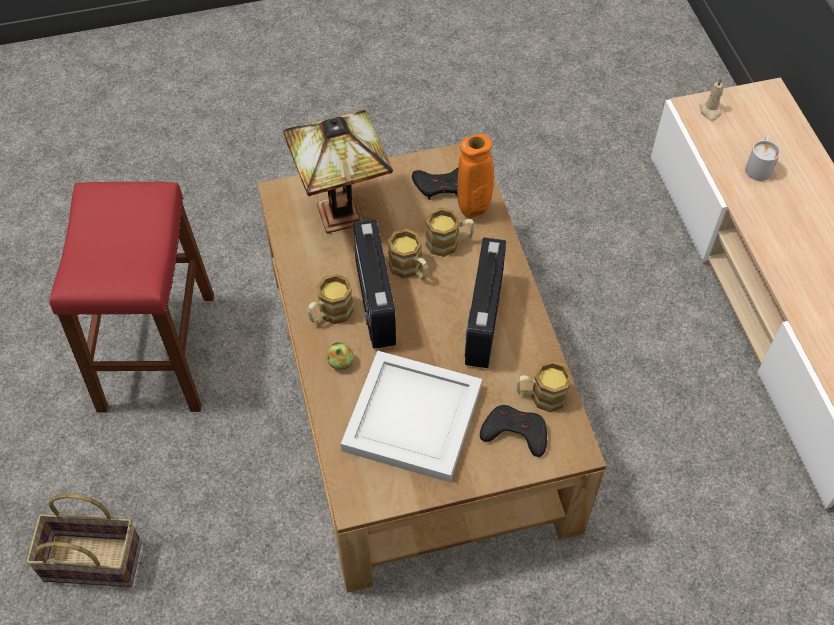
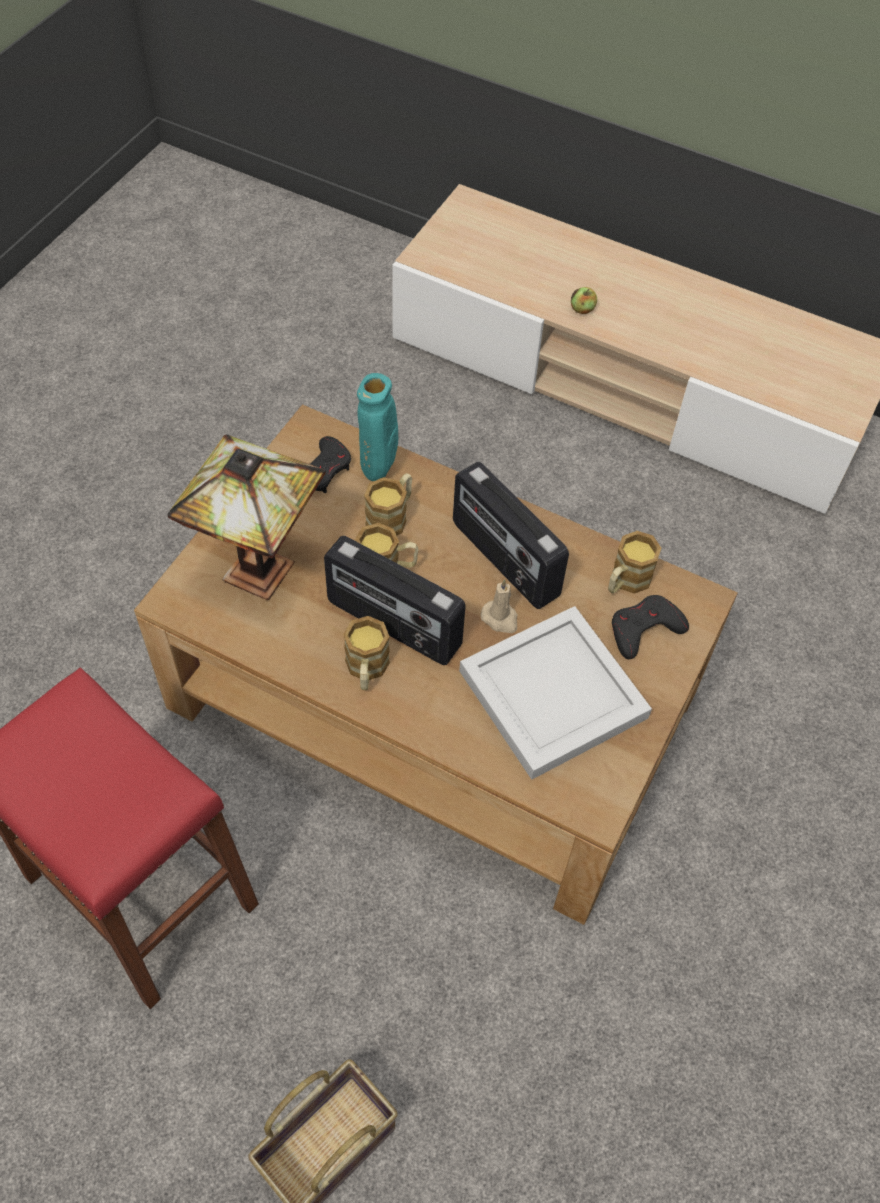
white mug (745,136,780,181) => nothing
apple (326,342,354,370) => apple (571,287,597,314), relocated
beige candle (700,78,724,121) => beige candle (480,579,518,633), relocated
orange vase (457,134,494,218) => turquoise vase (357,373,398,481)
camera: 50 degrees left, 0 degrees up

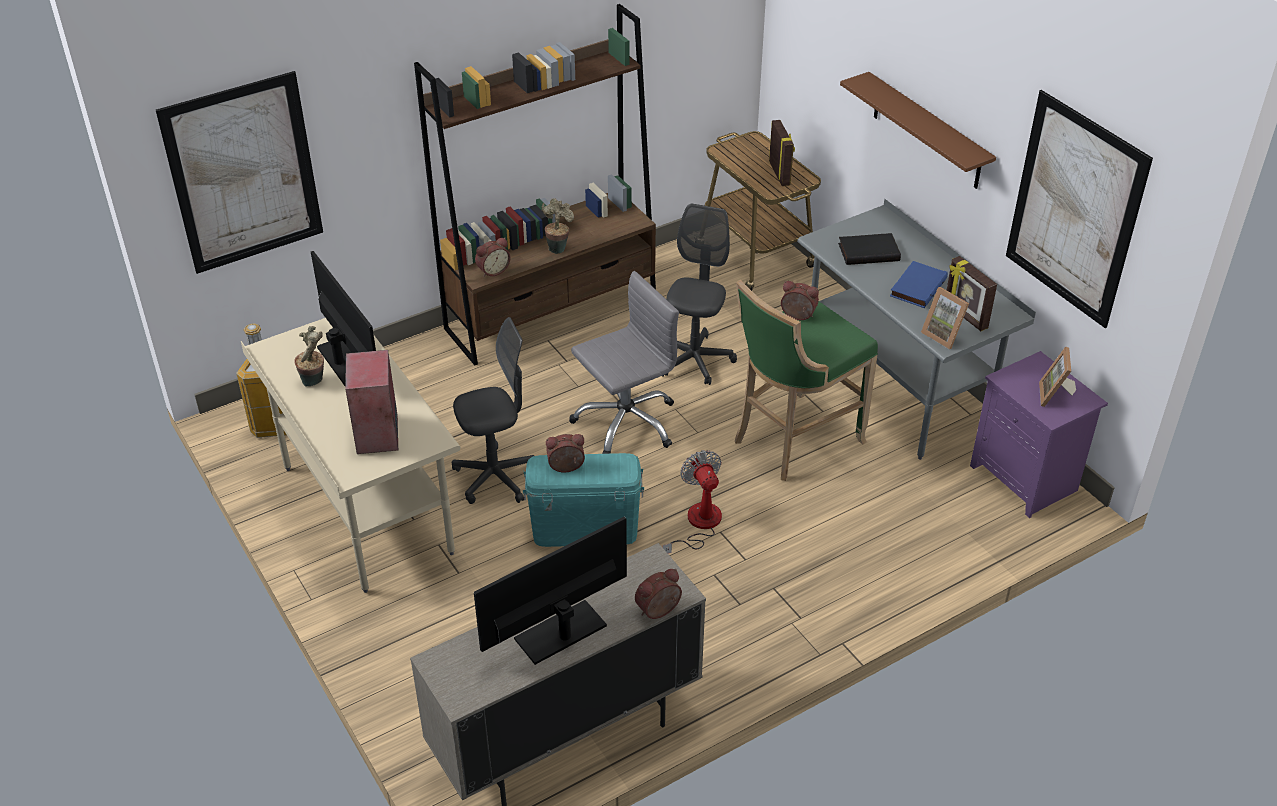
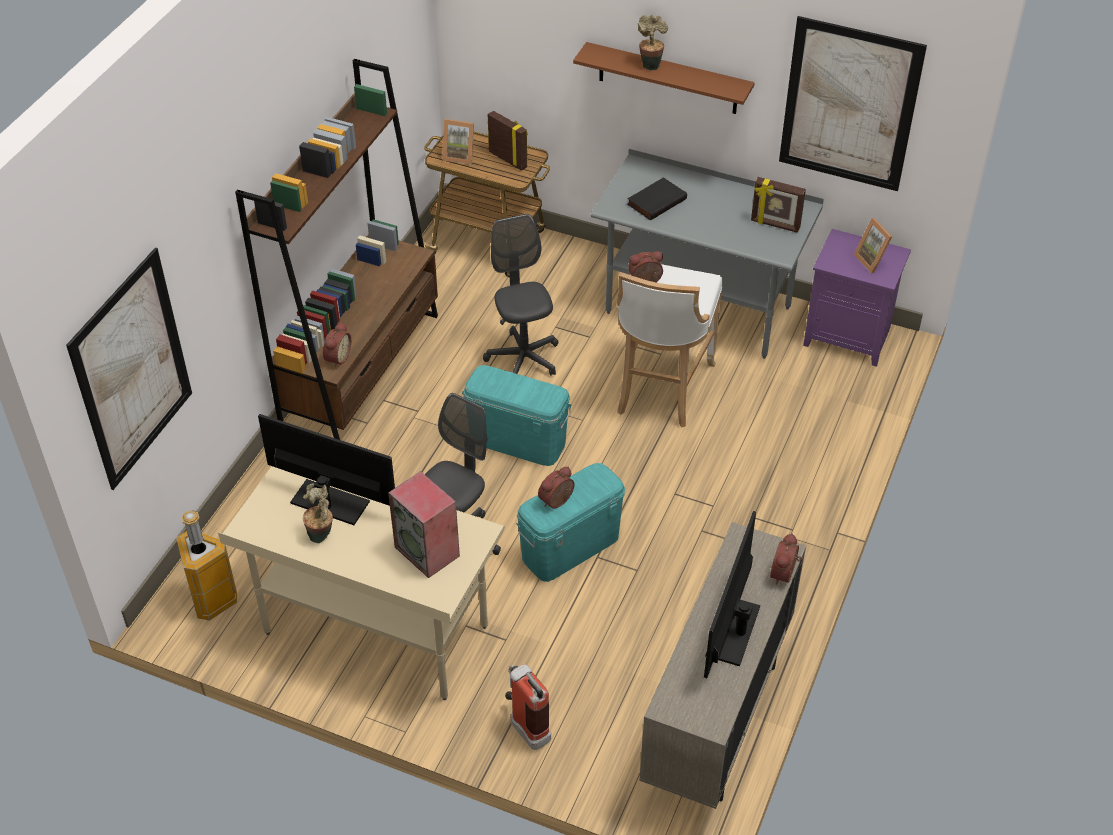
fan (663,450,722,554) => nothing
blue book (890,261,948,308) => nothing
nothing => fire extinguisher (505,664,551,750)
potted plant (542,198,574,254) => potted plant (638,15,668,71), relocated
picture frame (921,287,969,349) => picture frame (442,119,474,165), relocated
grey office chair (569,271,679,454) => turquoise storage box (462,365,572,466)
green stool (735,280,878,481) => white stool (617,264,722,427)
camera: 35 degrees left, 5 degrees up

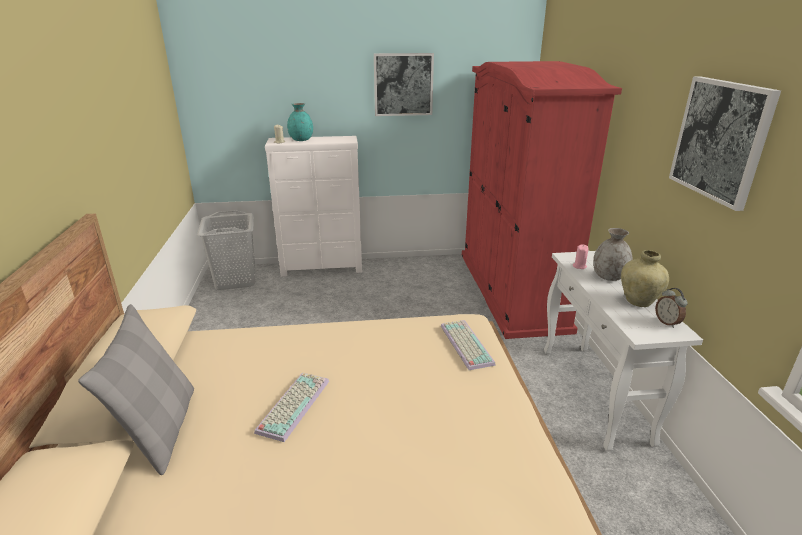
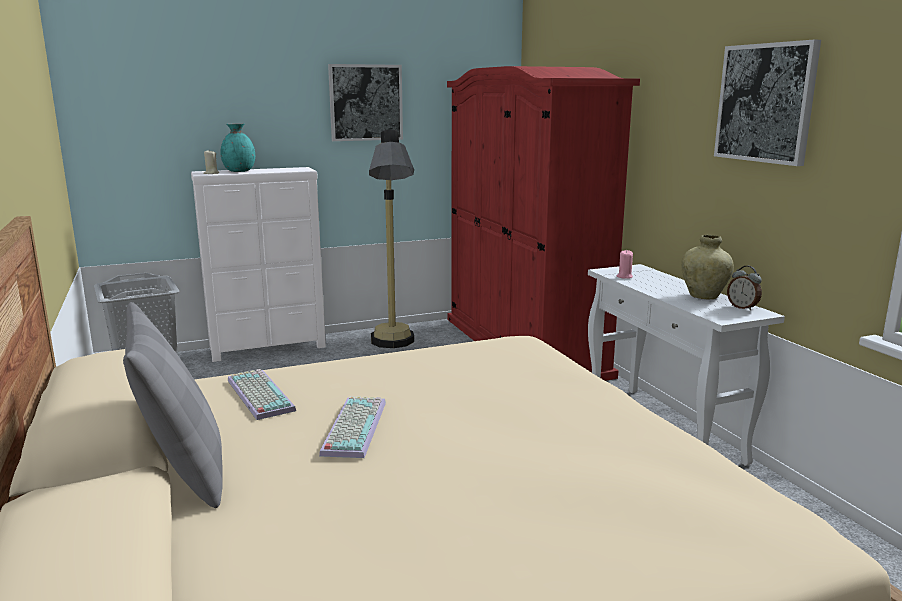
grey vase (593,228,632,281) => nothing
nothing => floor lamp (369,129,414,348)
keyboard (441,320,496,370) => keyboard (228,369,296,420), relocated
camera: 15 degrees left, 10 degrees down

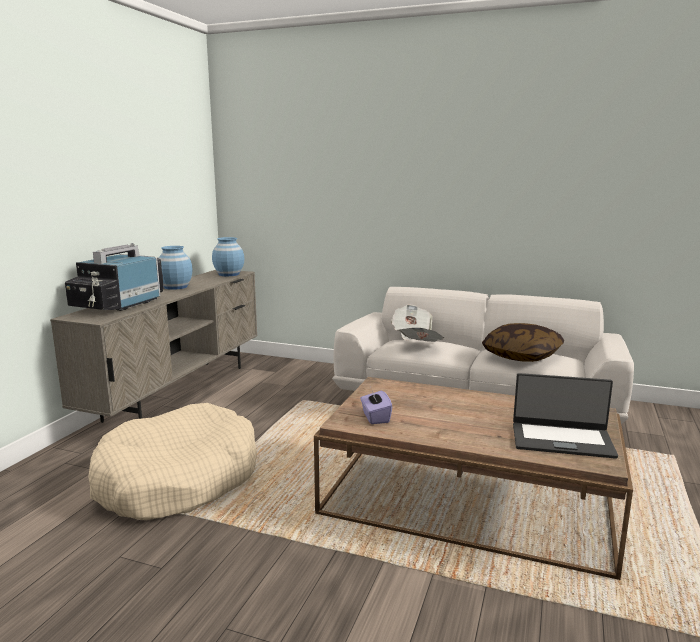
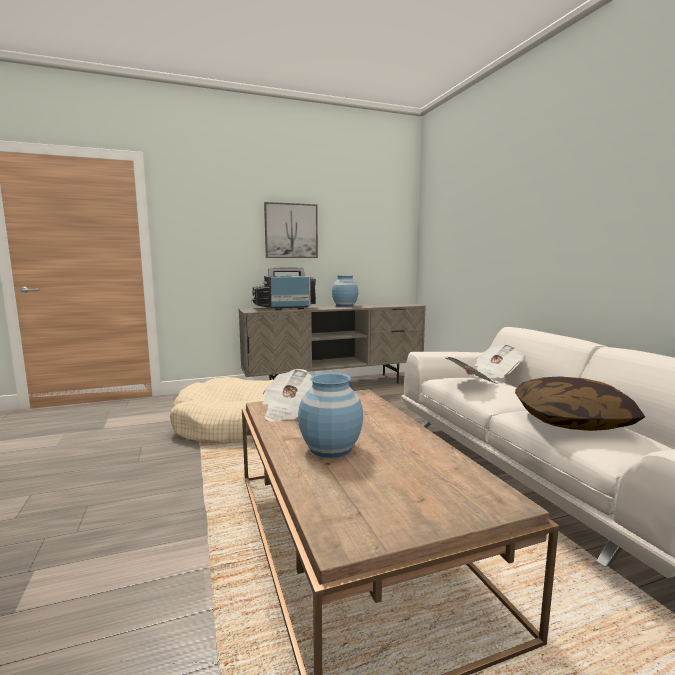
laptop (513,373,618,459) => nothing
nothing => picture (264,202,318,258)
blue vase (212,237,244,276) => blue vase (298,372,363,458), relocated
purple tissue box (360,391,392,424) => newspaper (262,369,313,422)
camera: 50 degrees right, 5 degrees down

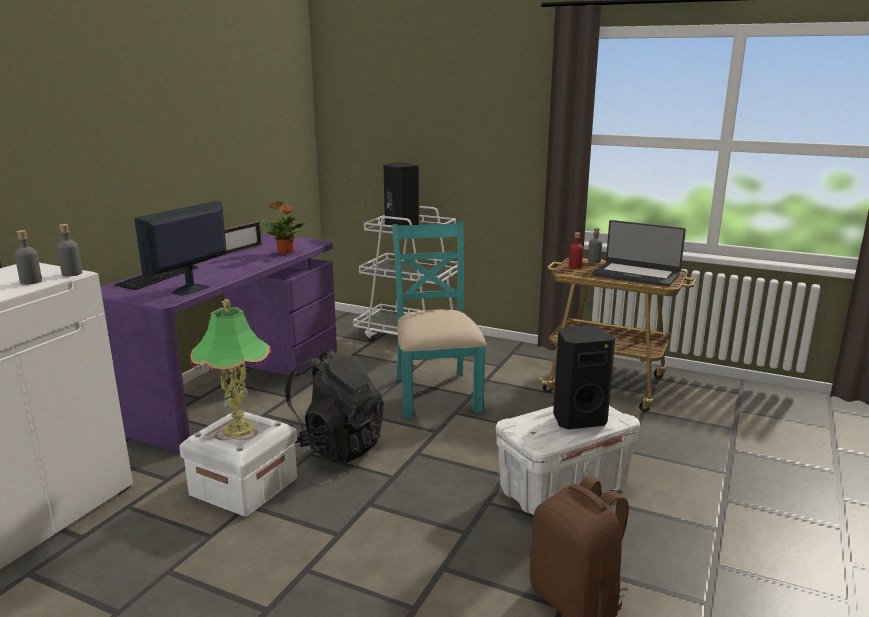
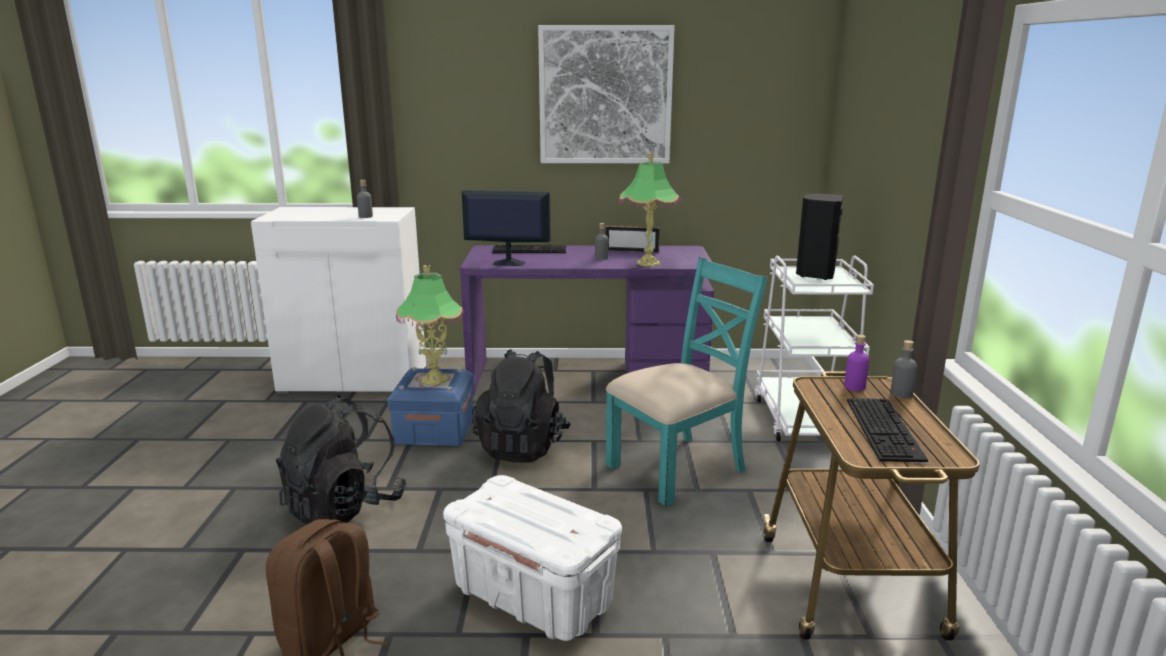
black speaker (553,325,615,430) => nothing
nothing => black backpack (276,395,407,525)
nothing => picture (538,25,675,163)
grey bottle (57,224,82,277) => grey bottle (595,223,608,260), relocated
potted plant (262,201,306,255) => table lamp (619,153,681,267)
laptop (592,220,686,287) => keyboard (847,398,928,464)
white storage box (179,412,297,517) => blue storage box (387,367,474,446)
red bottle (569,232,583,269) => purple bottle (844,335,869,391)
camera: 65 degrees right, 0 degrees up

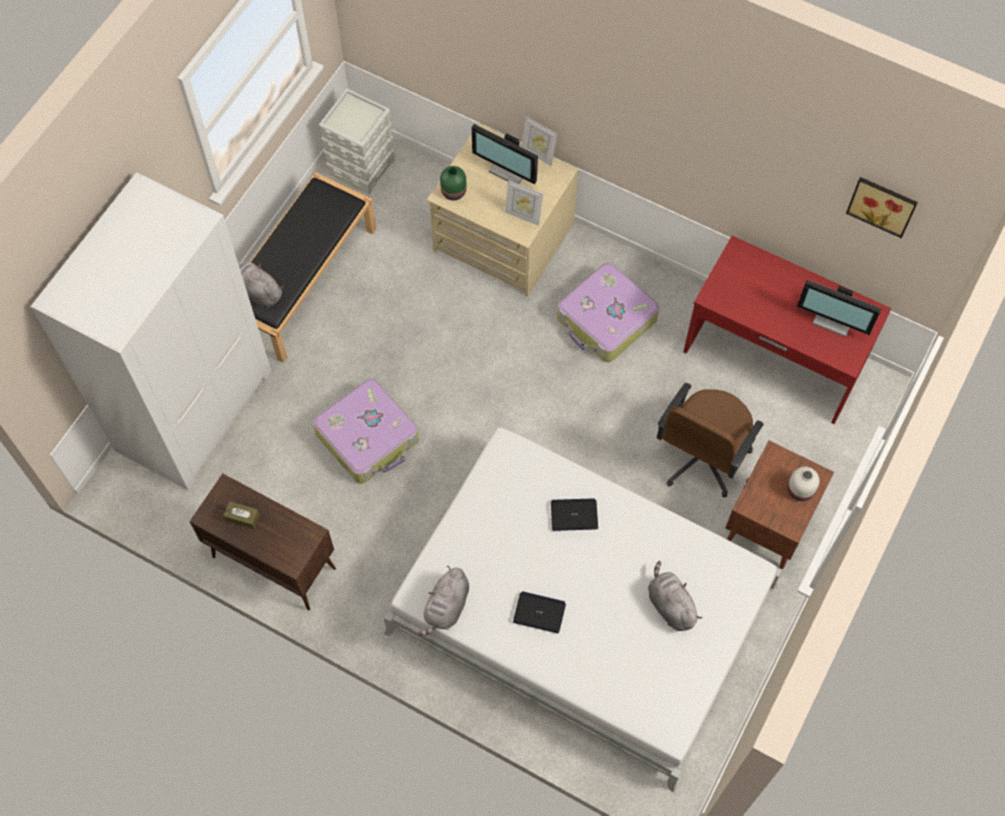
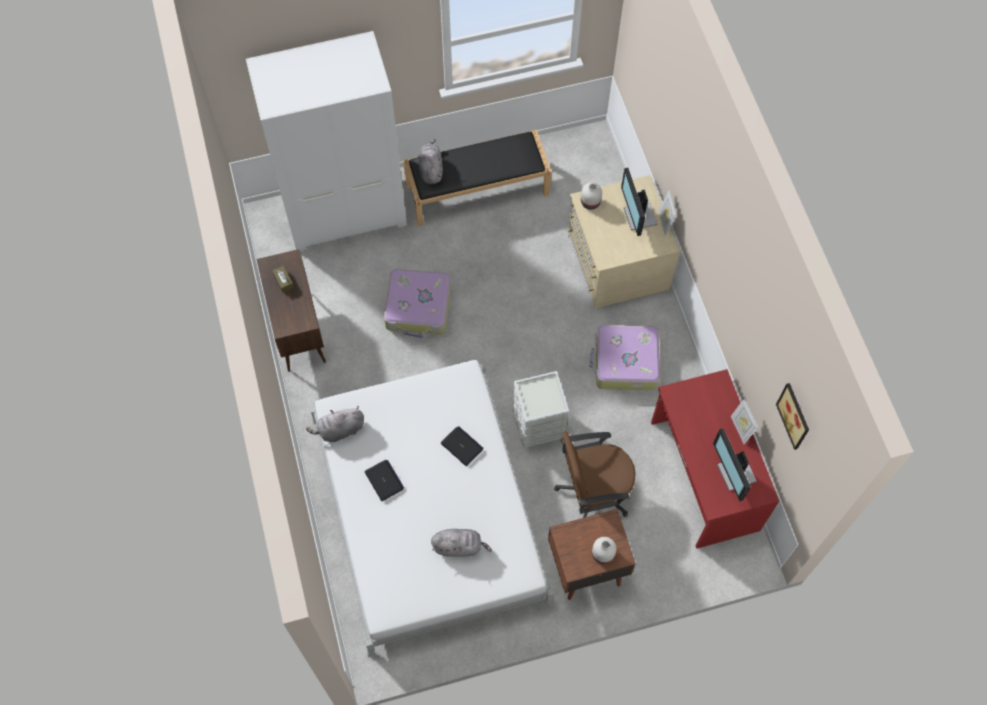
grey storage box (319,88,394,195) => grey storage box (513,371,569,449), relocated
picture frame (505,180,543,226) => picture frame (731,399,758,444), relocated
green vase (440,166,467,200) => white vase (581,182,602,210)
grey plush toy (648,561,702,631) => grey plush toy (431,529,492,557), 75 degrees clockwise
camera: 45 degrees right, 0 degrees up

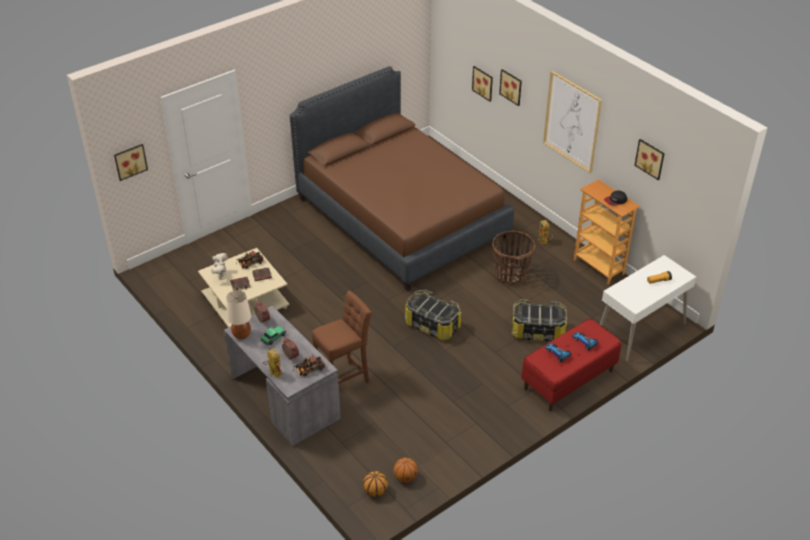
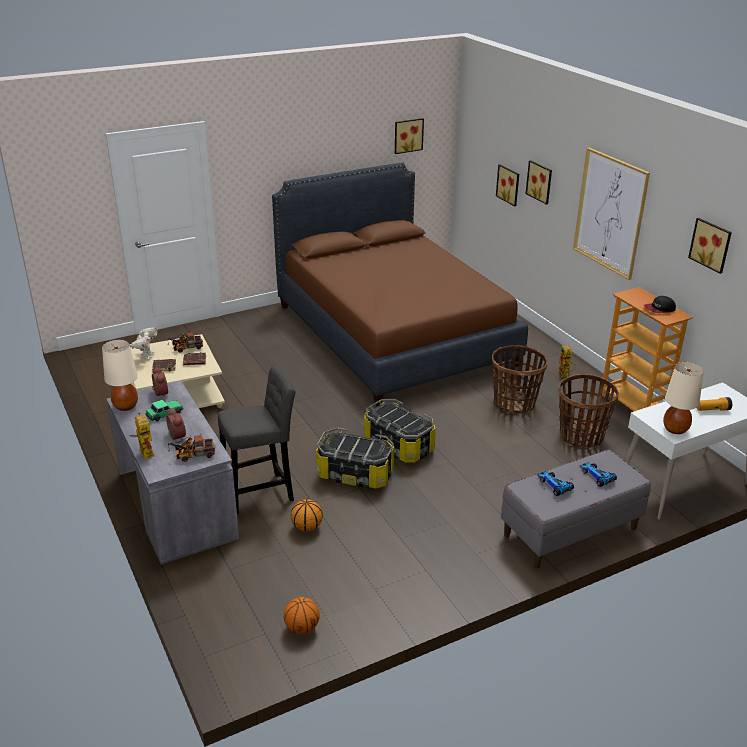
nothing => basket (559,374,619,448)
nothing => beige table lamp (663,362,704,434)
picture (114,144,148,181) => picture (395,118,424,154), relocated
basketball (363,471,388,496) => basketball (291,499,323,532), relocated
storage box (512,299,567,341) => storage box (316,428,394,489), relocated
brown stool (312,291,372,384) => grey stool (218,365,296,514)
red bench (521,318,621,411) => grey bench (501,449,651,569)
camera: 10 degrees right, 10 degrees down

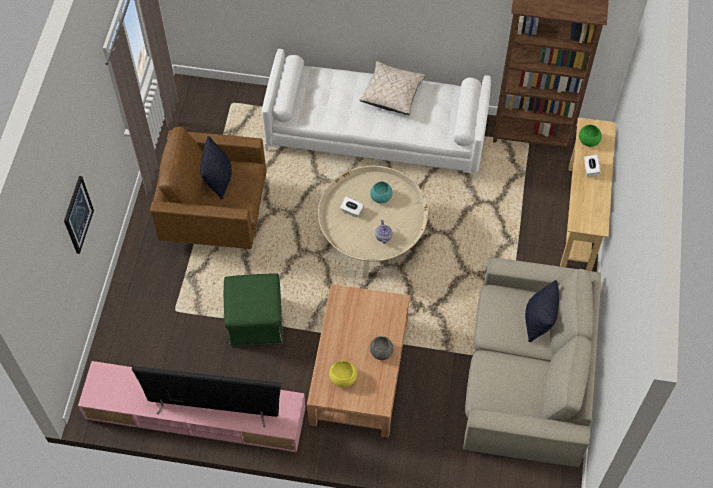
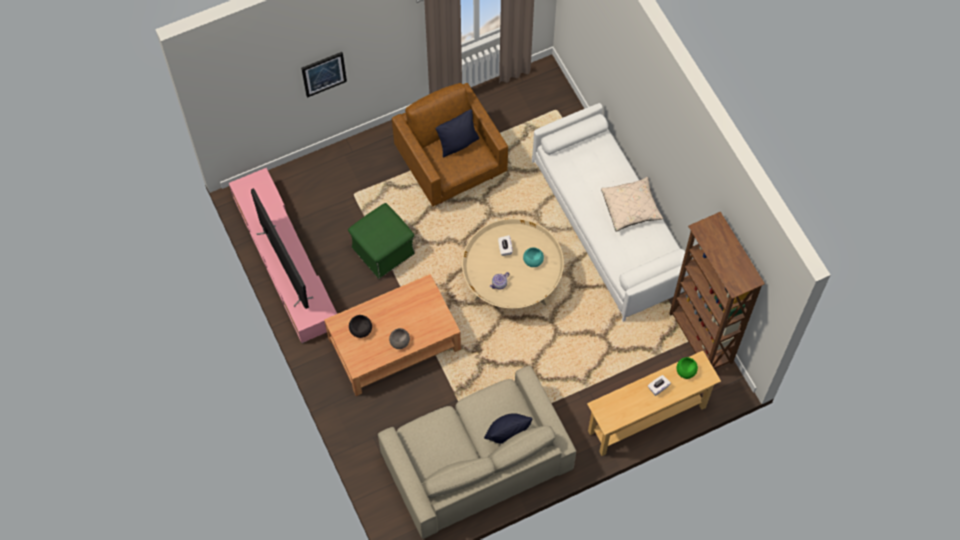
yellow bowl (329,360,357,387) => black bowl (349,315,372,338)
camera: 55 degrees right, 5 degrees up

